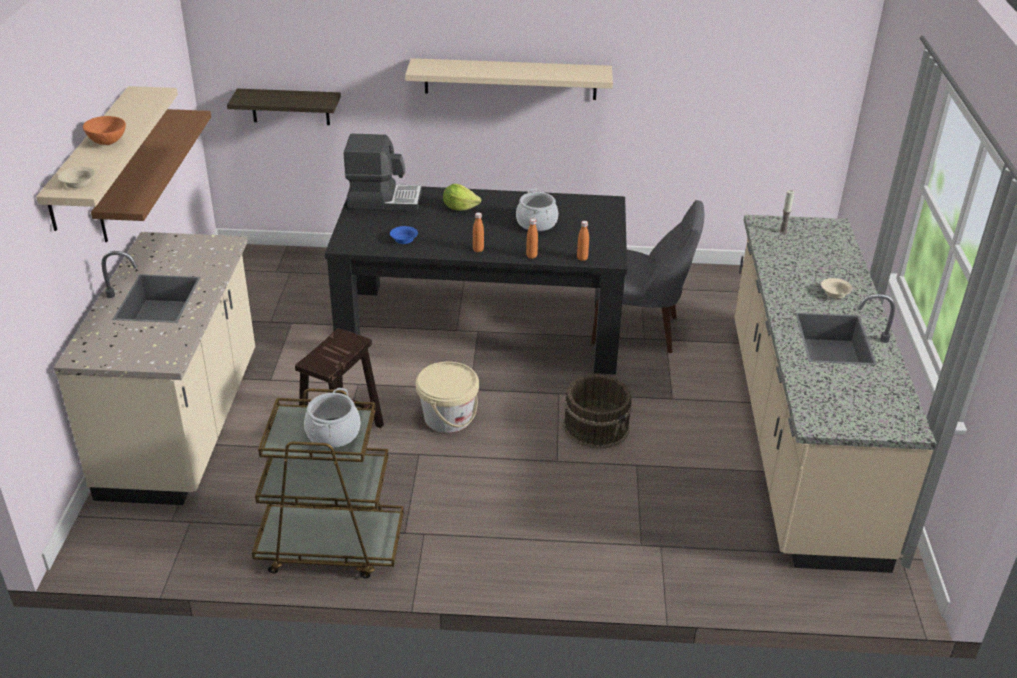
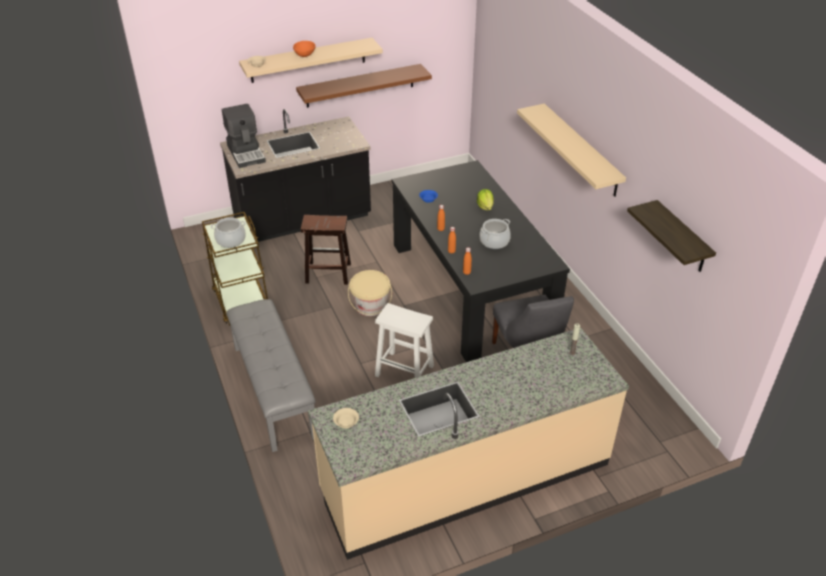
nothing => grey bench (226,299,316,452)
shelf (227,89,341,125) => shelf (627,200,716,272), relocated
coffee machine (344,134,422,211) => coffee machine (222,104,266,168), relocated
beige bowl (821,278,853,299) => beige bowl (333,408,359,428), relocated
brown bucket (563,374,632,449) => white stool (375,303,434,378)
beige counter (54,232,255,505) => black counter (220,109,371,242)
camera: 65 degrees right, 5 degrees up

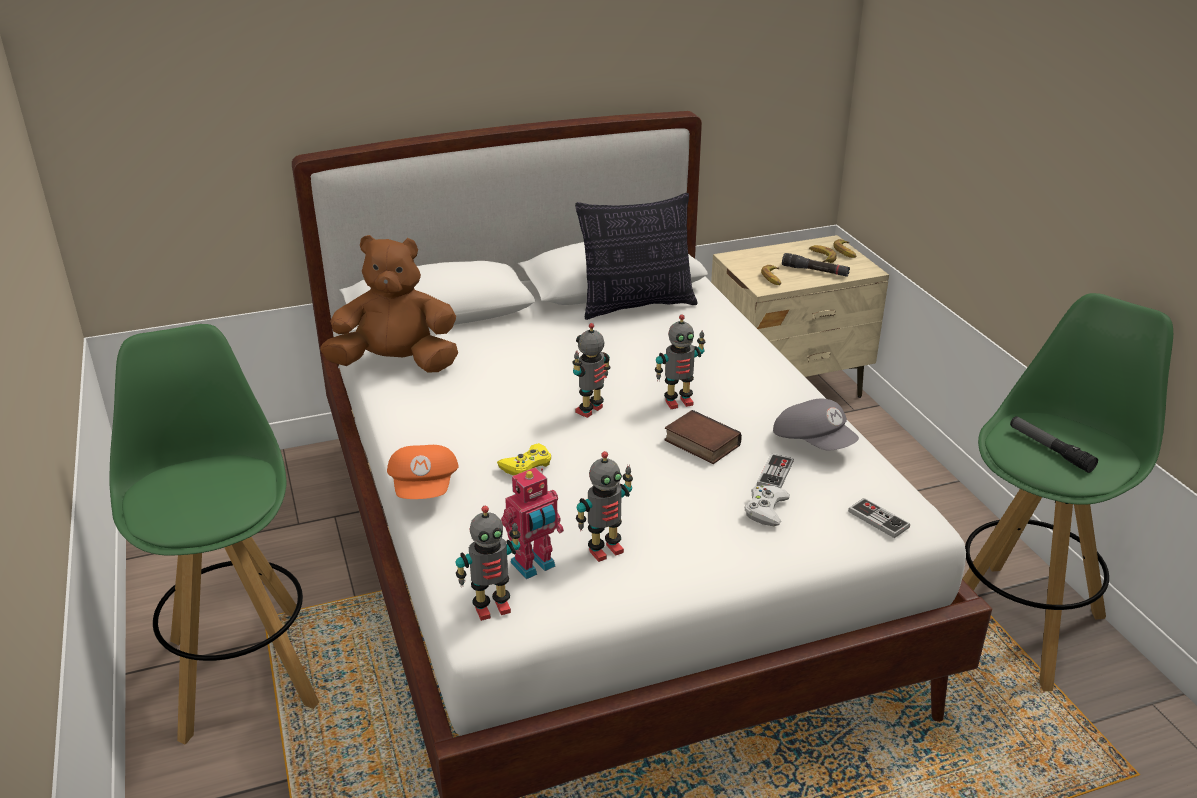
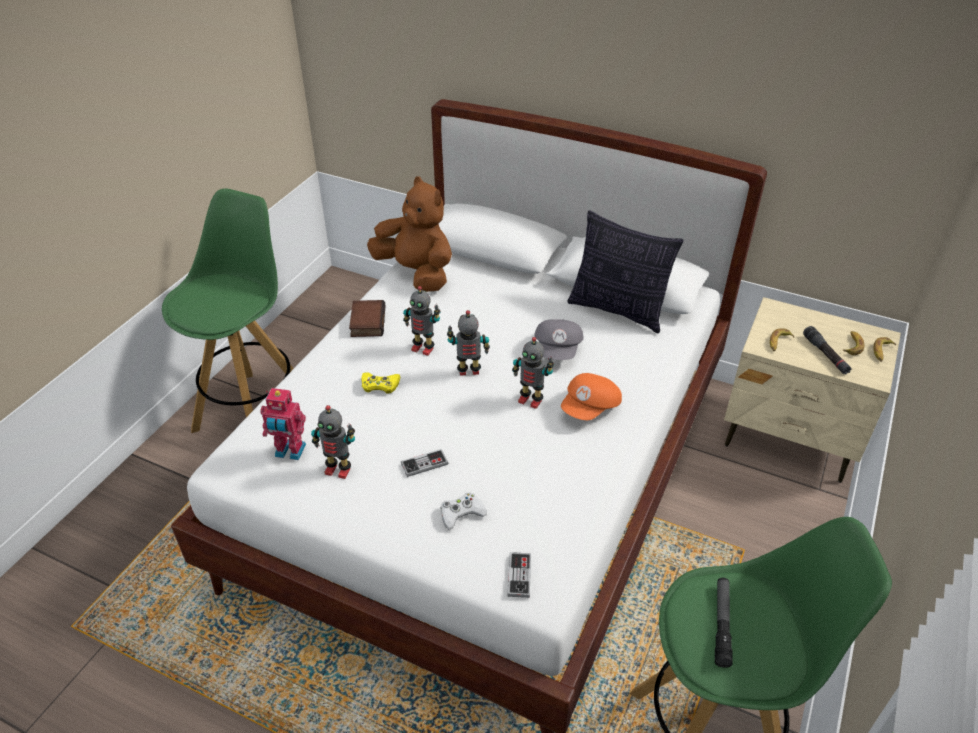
orange cap (387,445,459,499) => orange cap (561,373,622,420), relocated
toy robot (456,505,520,621) => toy robot (403,286,441,356), relocated
book (664,410,742,464) => book (349,300,385,337), relocated
game controller (757,453,794,488) => game controller (401,449,448,477), relocated
grey cap (773,399,859,451) => grey cap (534,319,584,360), relocated
camera: 45 degrees right, 10 degrees up

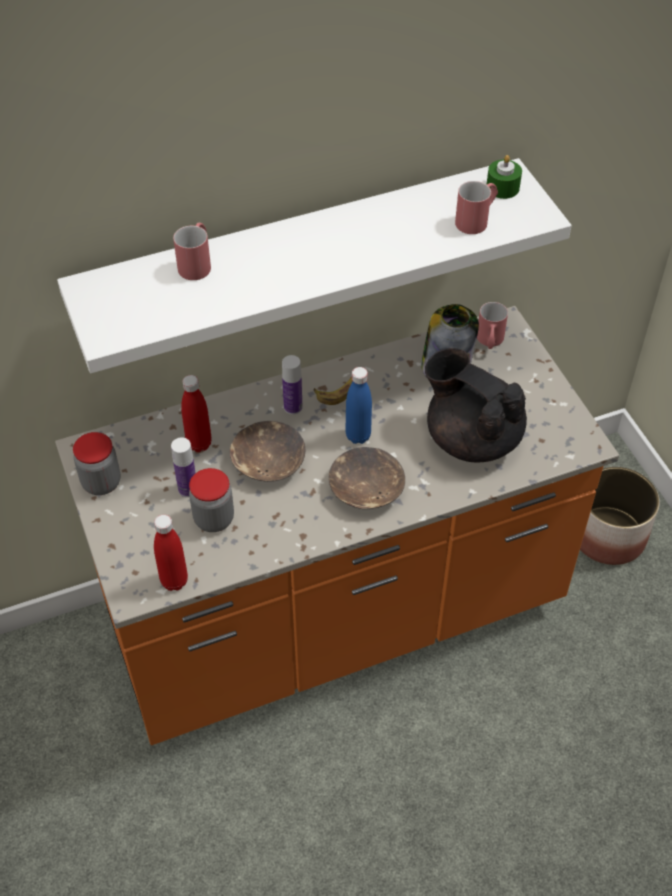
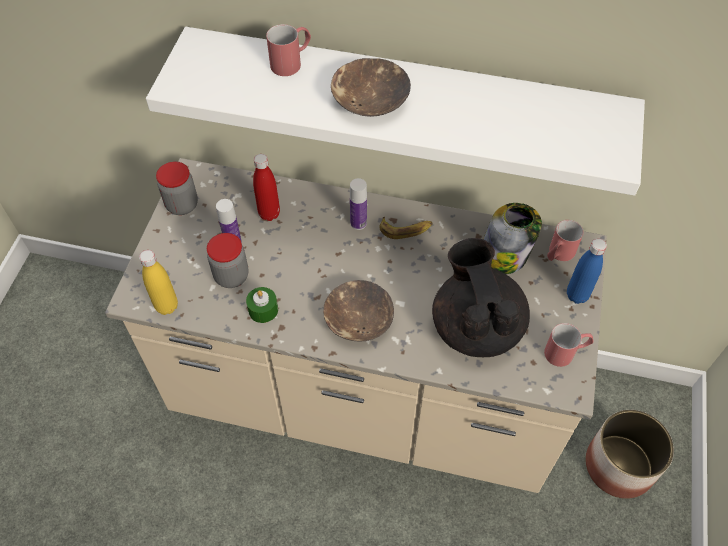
brown bowl (230,421,306,482) => brown bowl (331,58,411,117), relocated
blue bottle (345,367,372,444) => blue bottle (567,238,607,304), relocated
red mug (455,181,498,234) => red mug (544,323,593,367), relocated
green candle (487,155,522,199) => green candle (246,287,278,323), relocated
orange counter (55,306,619,745) => beige counter (105,158,607,493)
red bottle (154,515,188,591) => yellow bottle (139,250,178,315)
camera: 35 degrees right, 5 degrees up

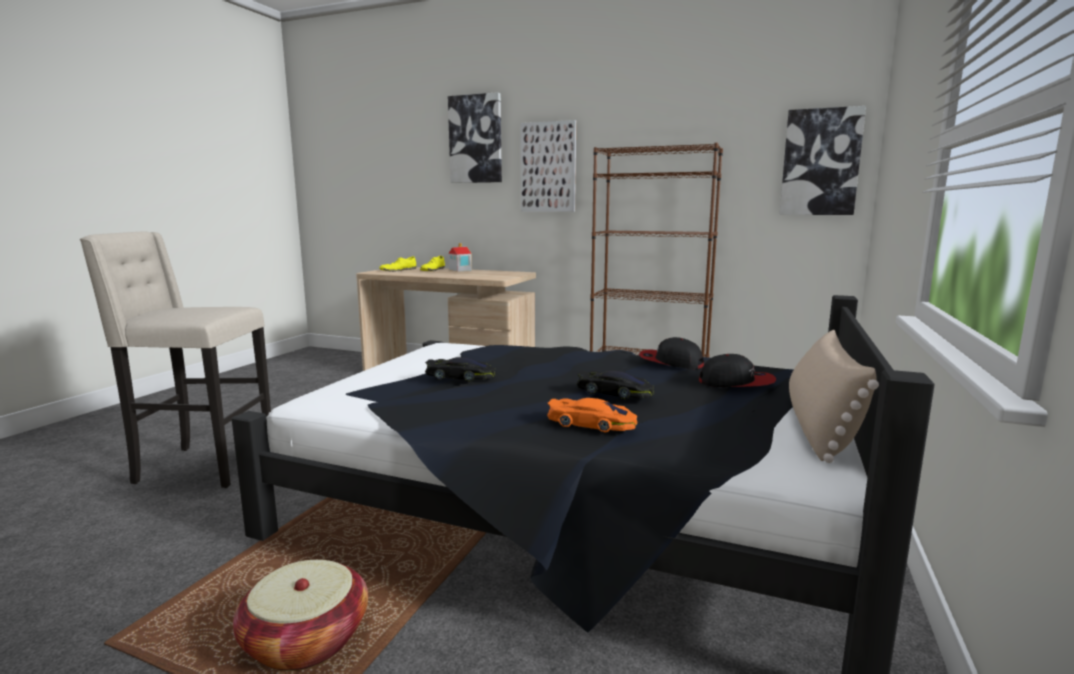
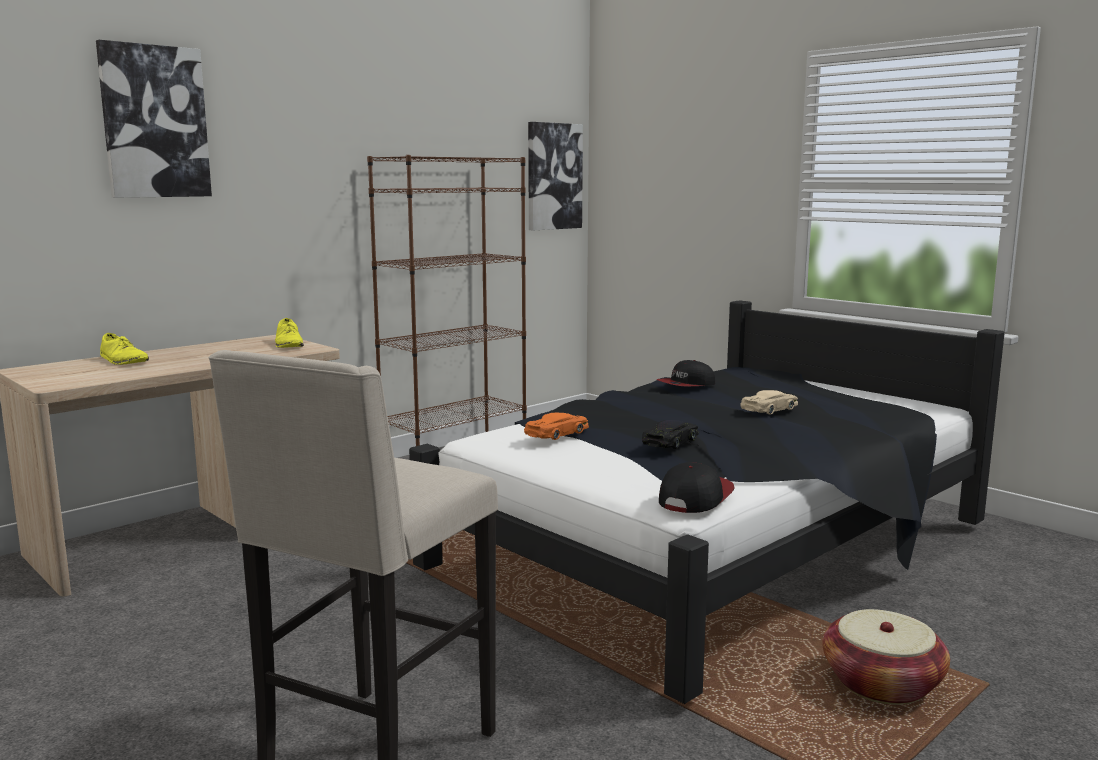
toy house (448,243,472,272) => nothing
picture (520,120,576,212) => nothing
beige pillow (789,329,879,463) => nothing
yellow shoe (379,256,417,272) => yellow shoe (275,318,304,348), relocated
orange toy car (547,398,637,432) => orange toy car (524,413,589,440), relocated
cap (699,354,776,387) => cap (659,462,735,513), relocated
black toy car (577,370,654,399) => beige toy car (740,390,798,415)
camera: 65 degrees left, 0 degrees up

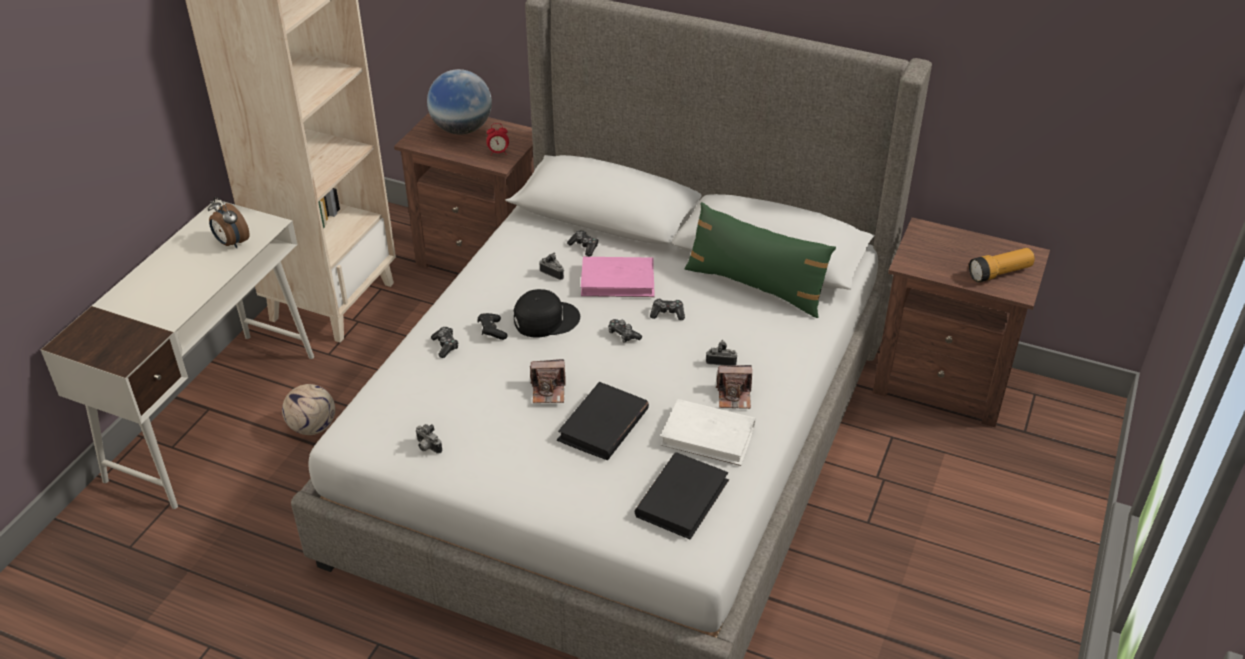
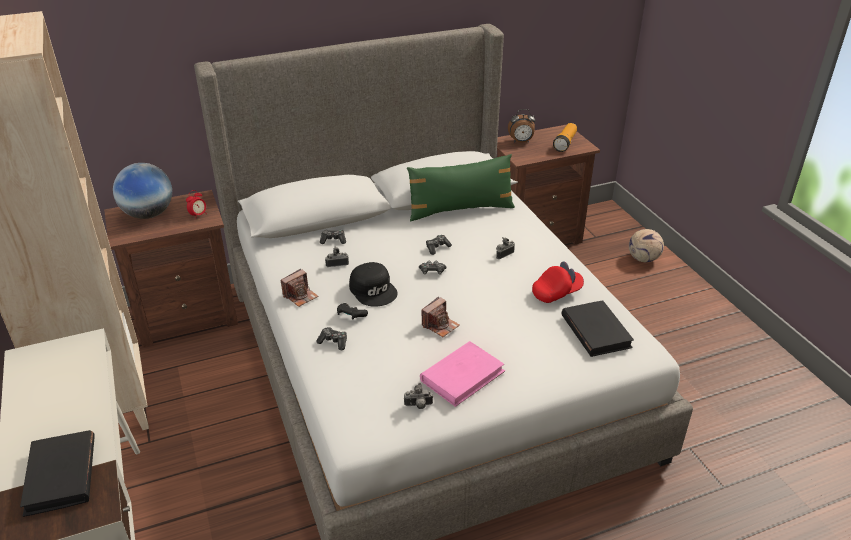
alarm clock (208,197,250,248) => alarm clock (508,109,536,143), relocated
football (282,384,335,435) => football (629,229,664,262), relocated
black book (557,382,649,460) => black book (20,430,95,517), relocated
pink book (581,257,655,297) => pink book (420,341,505,407), relocated
photo camera (716,365,752,409) => photo camera (280,269,318,307), relocated
white book (661,399,756,466) => red cap (532,261,584,303)
black cap (514,289,580,338) => black cap (349,262,398,307), 120 degrees clockwise
camera: 45 degrees left, 5 degrees down

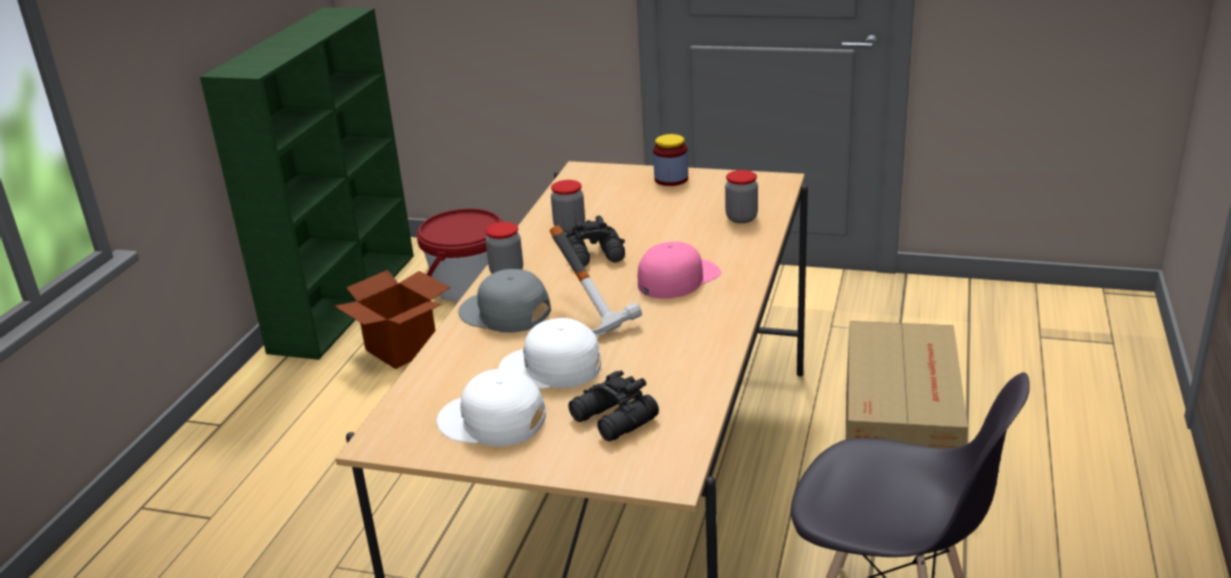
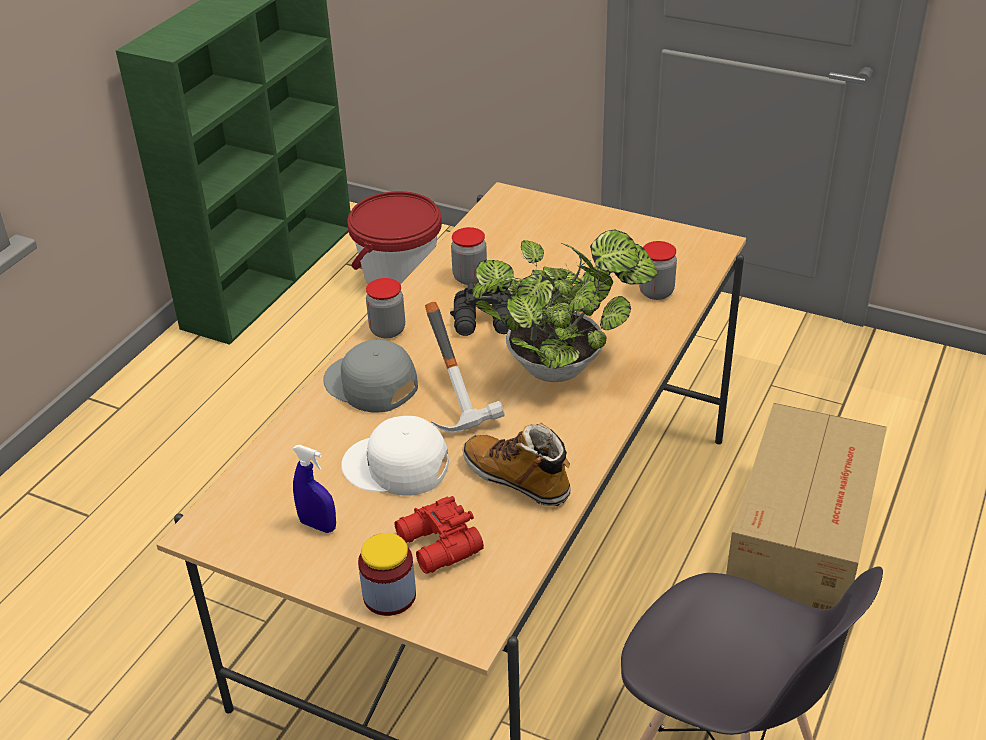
cardboard box (334,270,451,369) => nothing
nothing => boot (462,423,571,506)
jar (653,134,688,186) => jar (358,533,416,616), relocated
white cap (436,369,546,447) => blue spray bottle (293,445,336,533)
pink cap (638,242,721,299) => potted plant (472,229,658,382)
black binoculars (568,370,659,441) => red binoculars (395,496,484,574)
camera: 10 degrees right, 10 degrees up

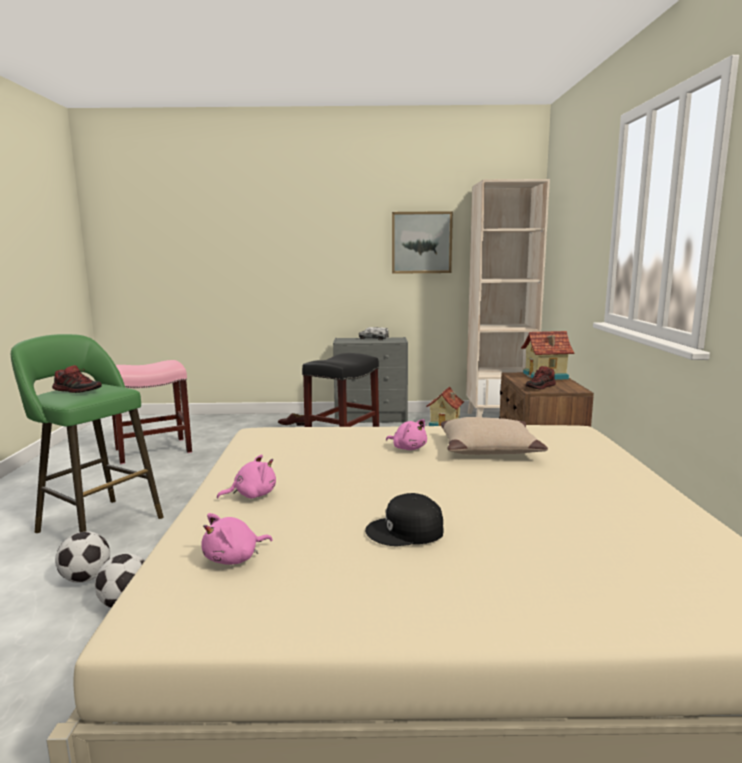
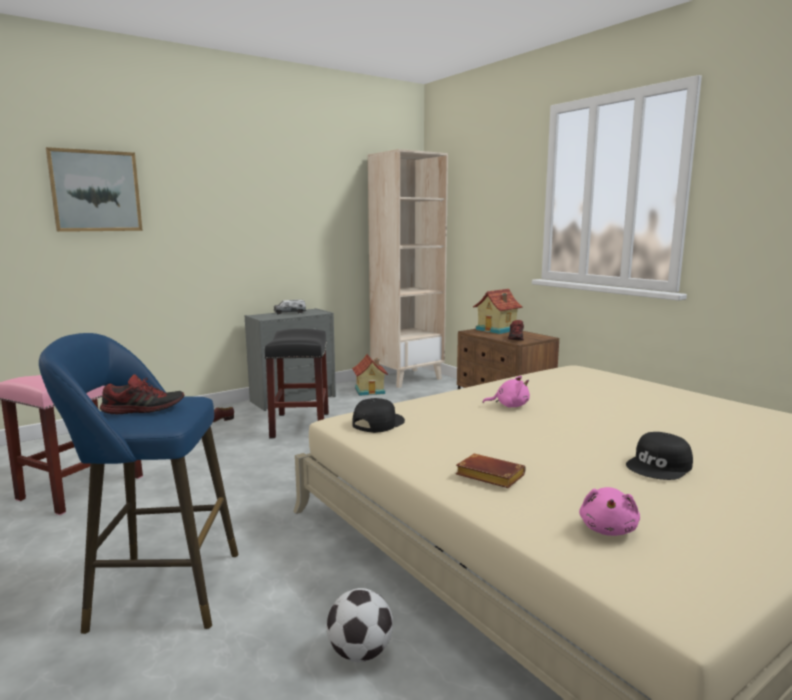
football (55,531,110,583) => nothing
beige pillow (441,417,548,455) => nothing
nothing => black cap (352,398,405,433)
picture (392,211,453,274) => picture (46,147,143,232), relocated
pink plush toy (217,454,276,499) => brown book (456,454,525,488)
green stool (11,334,164,533) => blue stool (39,333,238,634)
camera: 35 degrees left, 0 degrees up

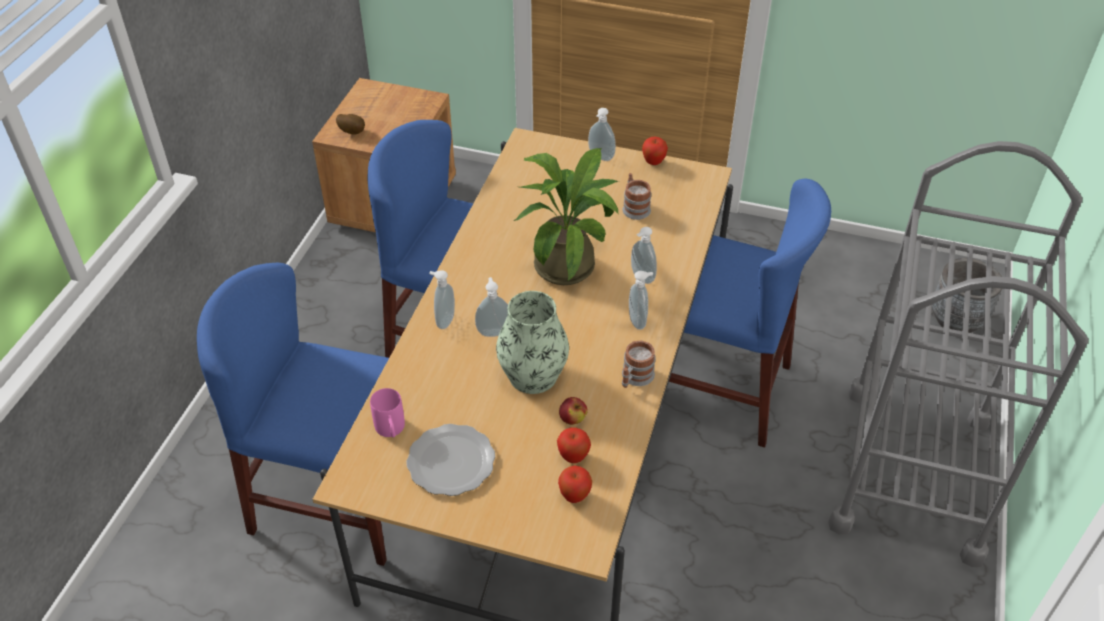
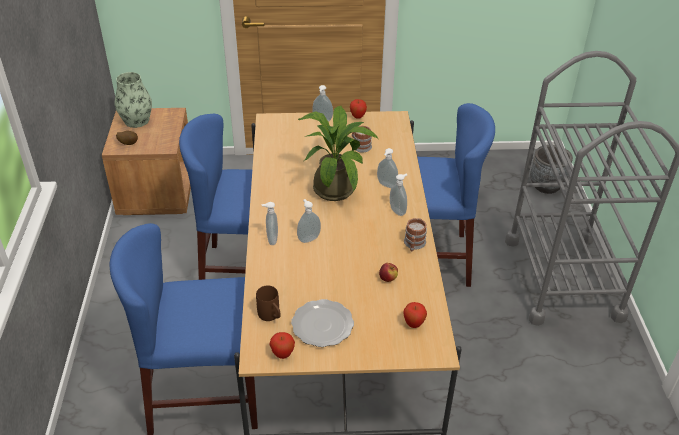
vase (496,291,569,394) => vase (115,72,152,128), relocated
apple (557,427,591,463) => apple (270,332,295,359), relocated
pink mug (370,388,405,437) => brown mug (256,286,281,321)
camera: 20 degrees left, 5 degrees down

